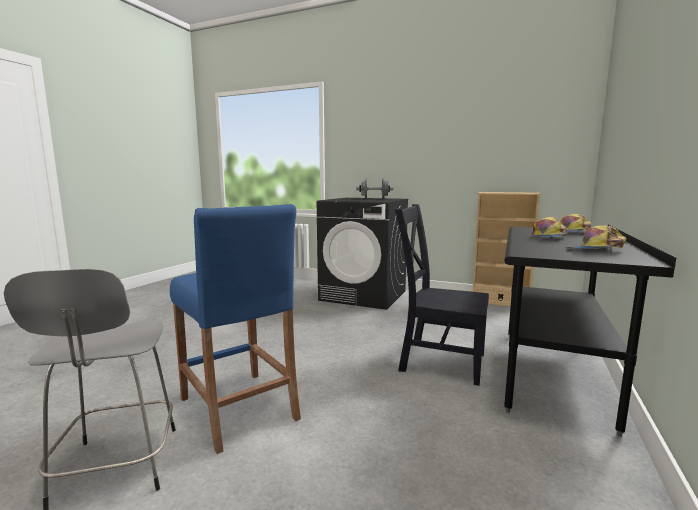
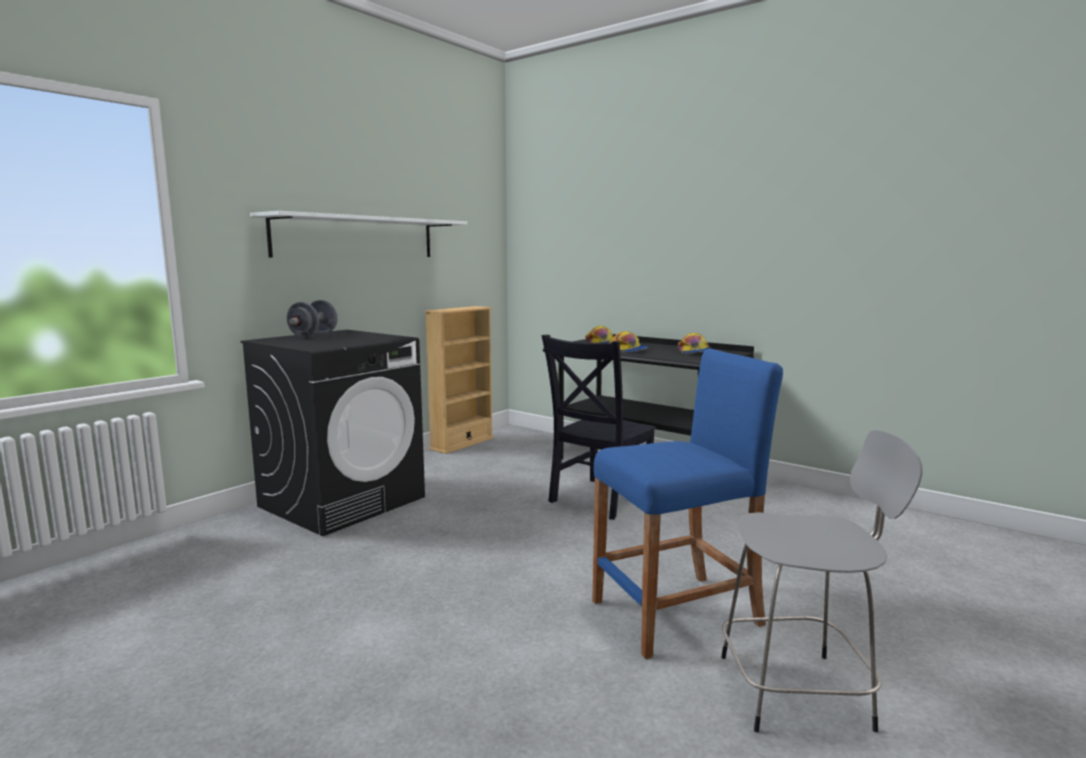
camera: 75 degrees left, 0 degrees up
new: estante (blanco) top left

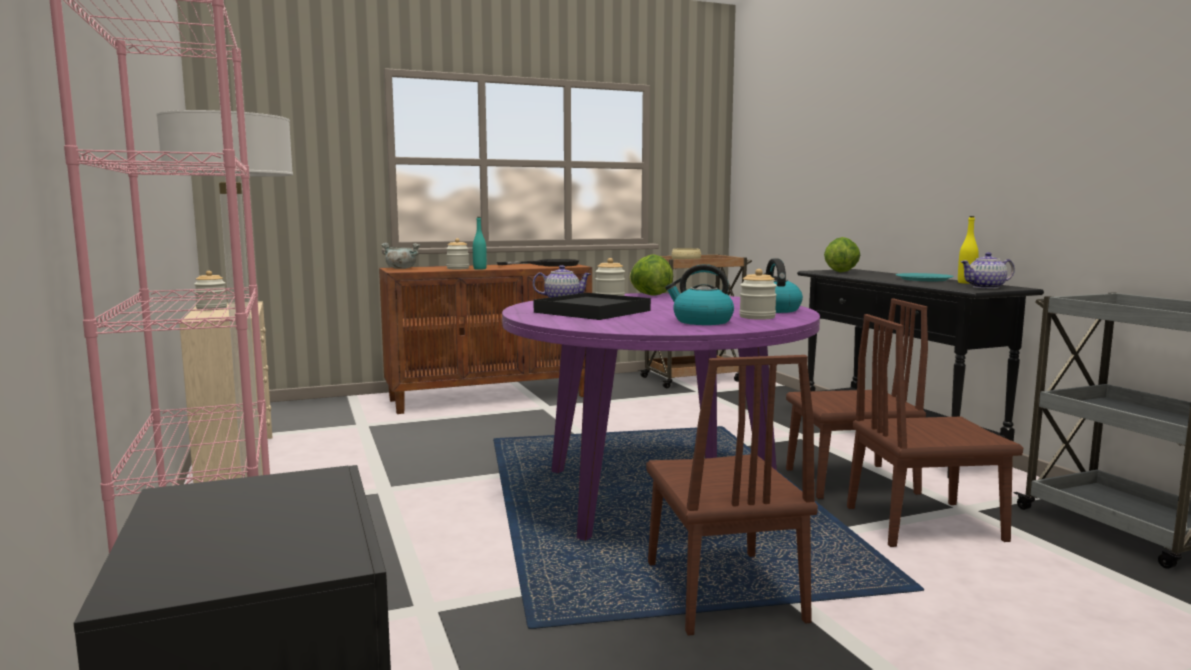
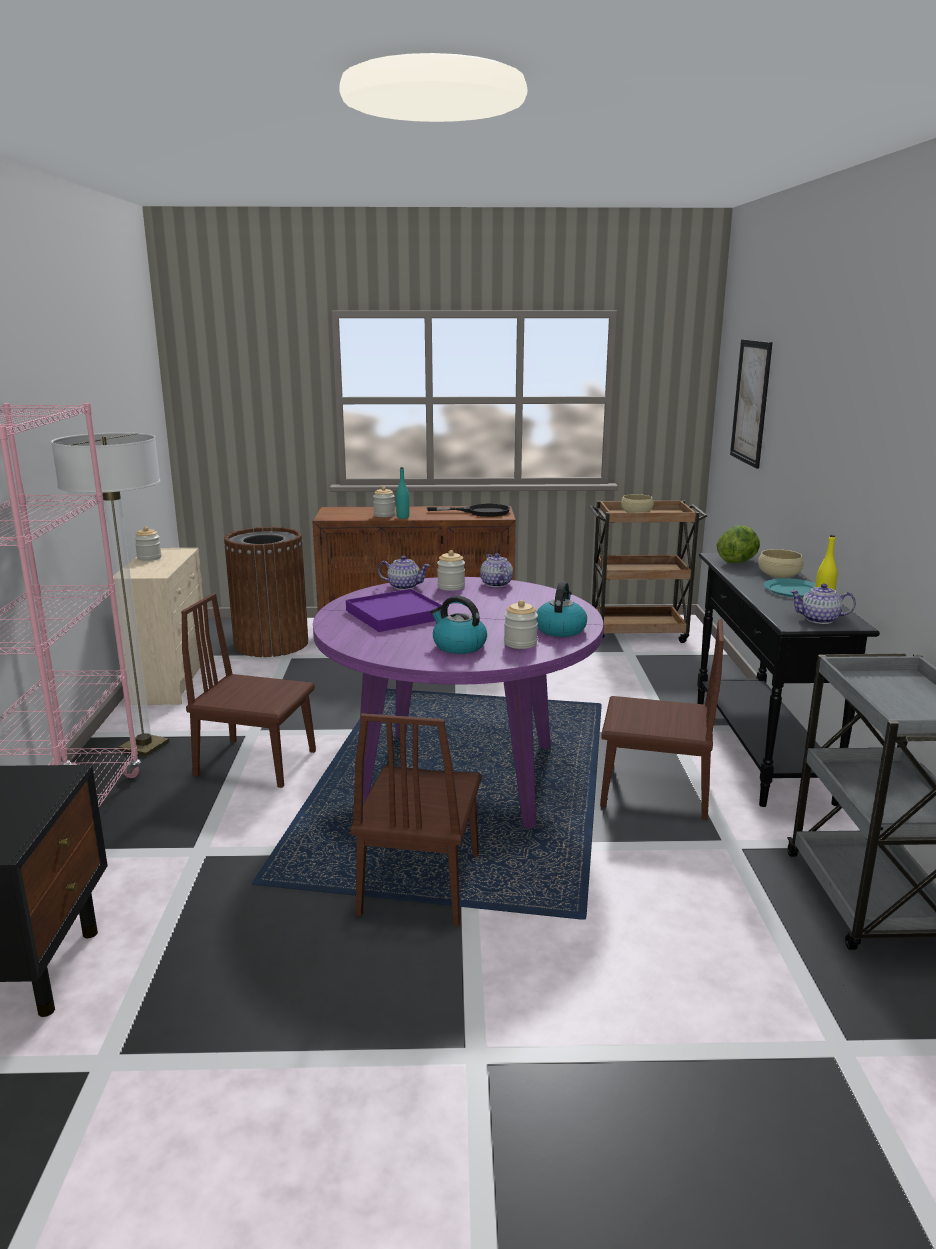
camera: 20 degrees right, 10 degrees up
gone: olla (gris) centre
new: papelera (marrón) middle left; cuadro top right; cuenco (beis) (no. 2 from left) middle right
shifted: silla (marrón) (no. 3 from left in the first image) middle right to silla (marrón) (no. 1 from left) middle left
swapped: lechuga (no. 1 from left) centre to tetera (no. 2 from left) centre
repainted: bandeja (negro) centre to bandeja (morado) centre

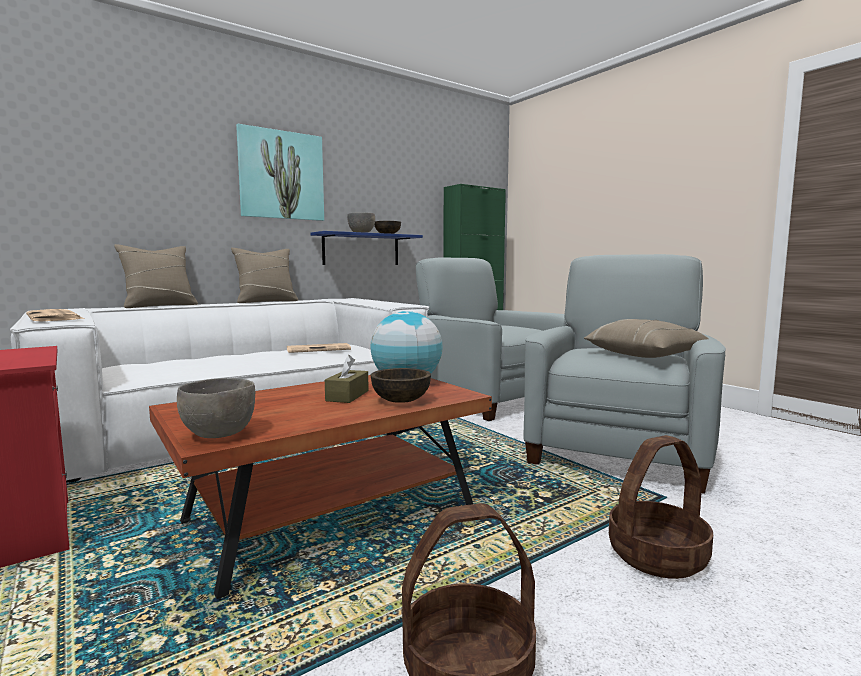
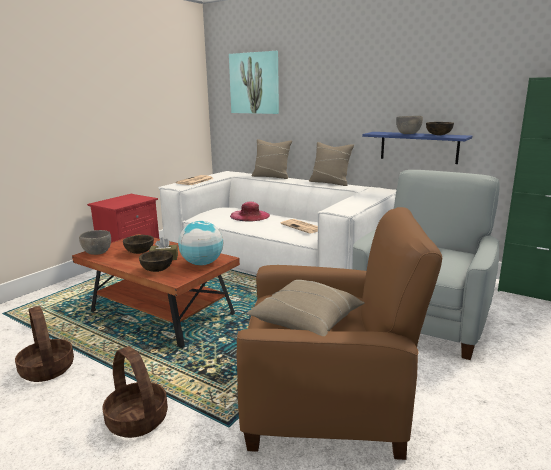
camera: 70 degrees right, 10 degrees up
new: cuenco (marrón) (no. 1 from left) middle left; sombrero (rosa) centre
shifted: cuadro top left to top centre
repainted: sillón (gris) (no. 2 from left) middle right to sillón (marrón) bottom centre

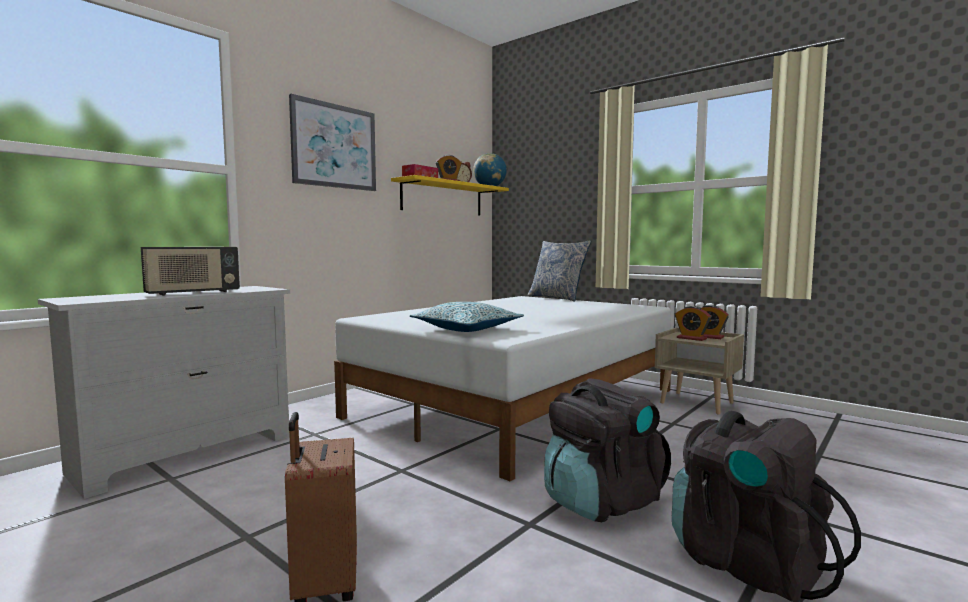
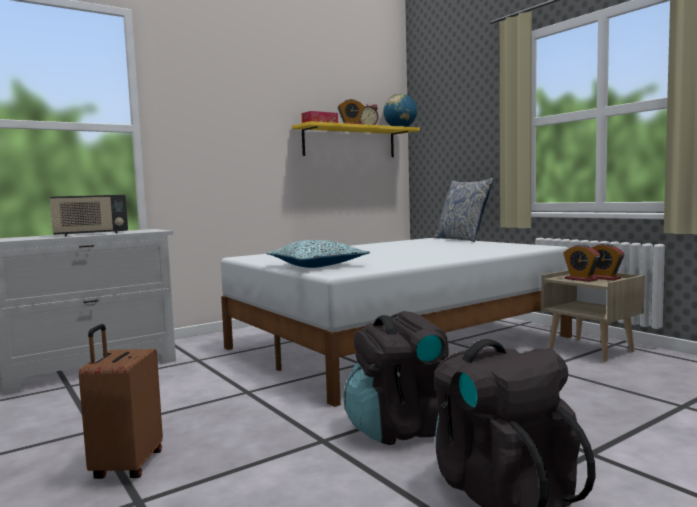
camera: 15 degrees right, 0 degrees up
gone: cuadro top centre

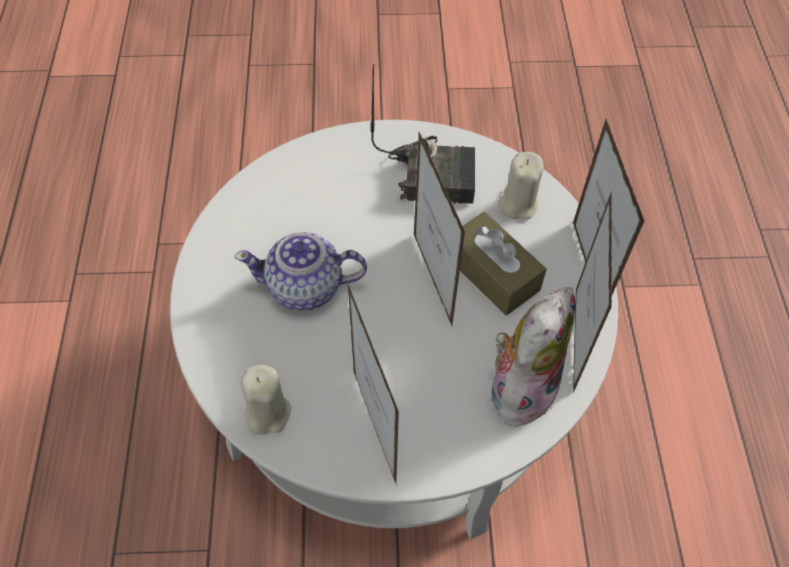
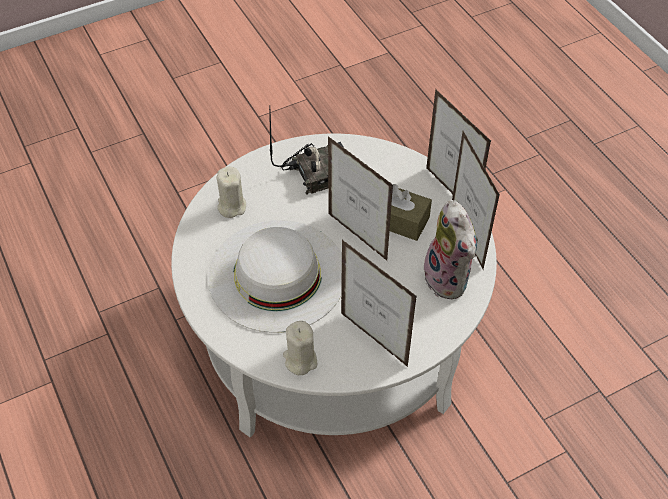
camera: 25 degrees left, 5 degrees down
shifted: vela (beis) (no. 2 from left in the first image) top centre to vela (beis) (no. 1 from left) centre
swapped: tetera centre to sombrero (blanco) centre
rotated: peluche middle right = middle right 150 degrees clockwise

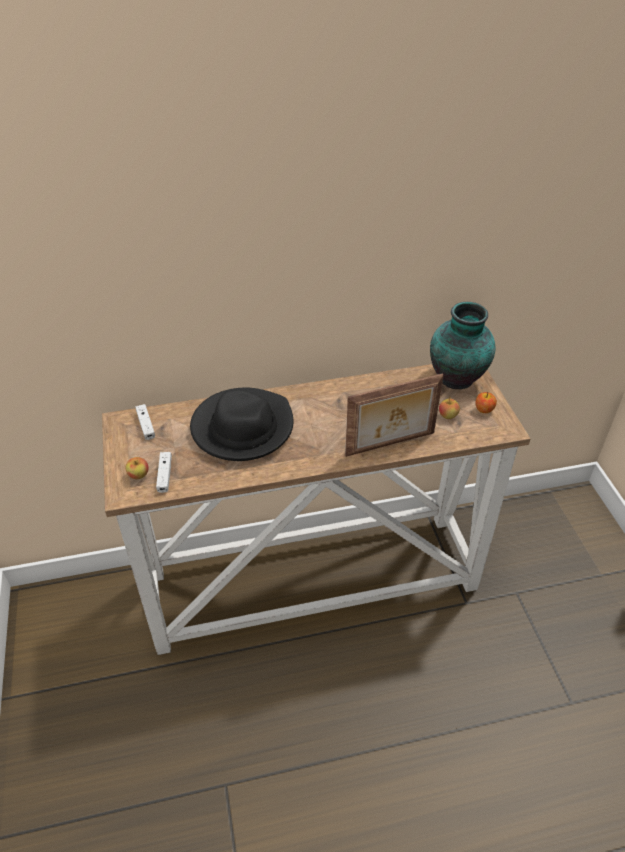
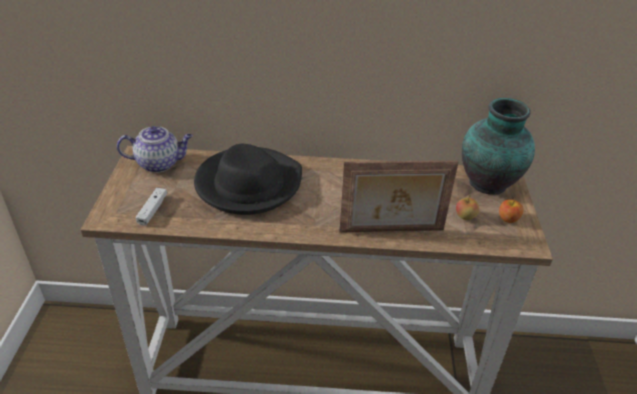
camera: 15 degrees right, 5 degrees down
gone: manzana (no. 1 from left) middle left
swapped: mando de consola (blanco) (no. 1 from left) middle left to tetera middle left

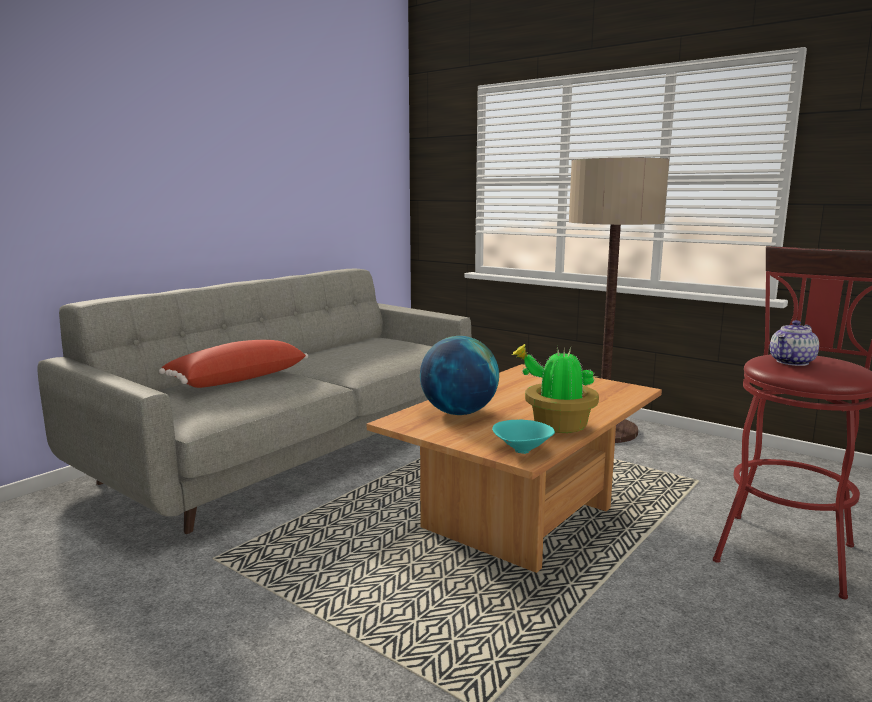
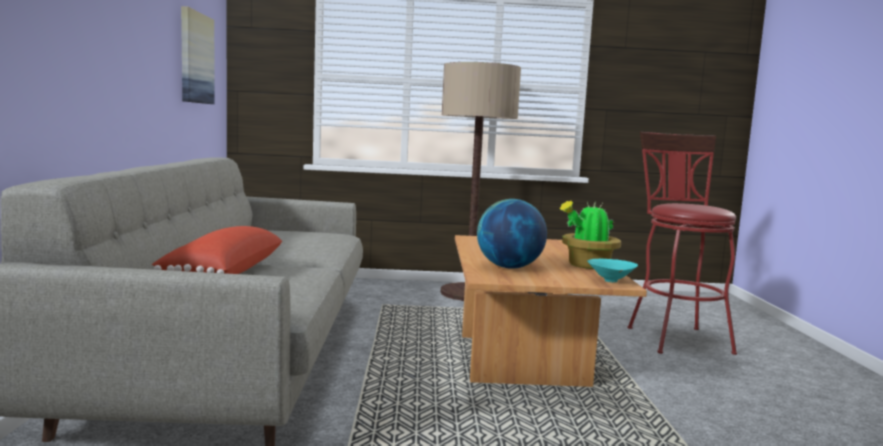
camera: 40 degrees left, 5 degrees down
gone: tetera middle right
new: cuadro top left

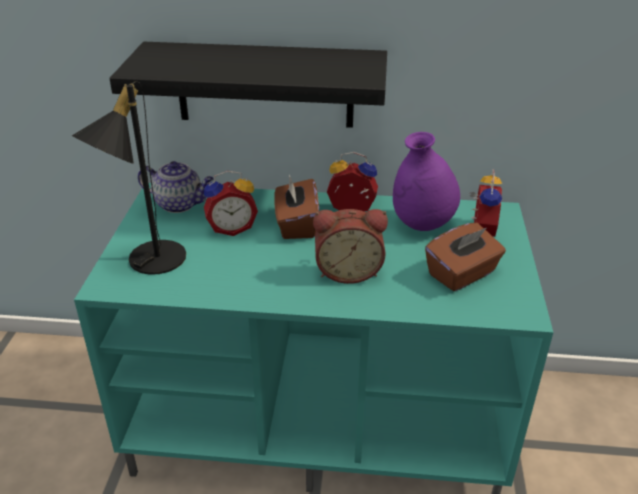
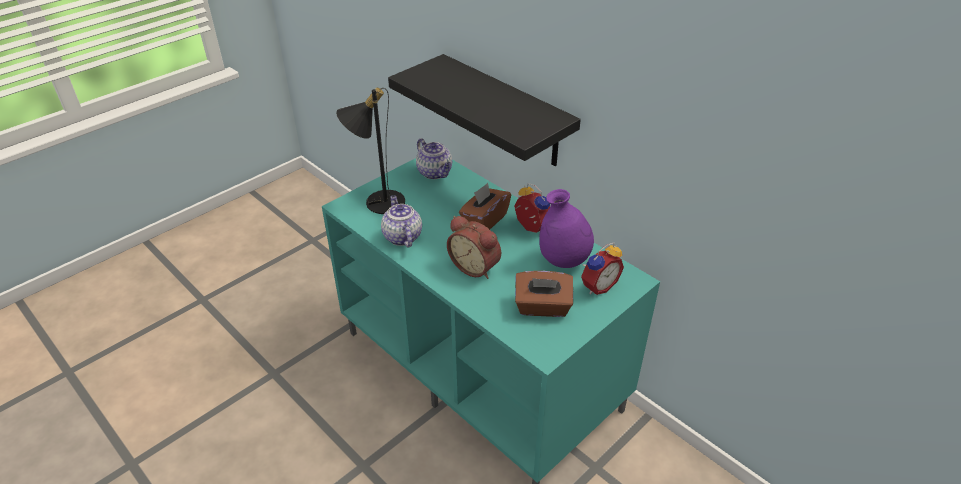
camera: 40 degrees right, 5 degrees up
gone: despertador (no. 1 from left) centre
new: tetera (no. 1 from left) centre

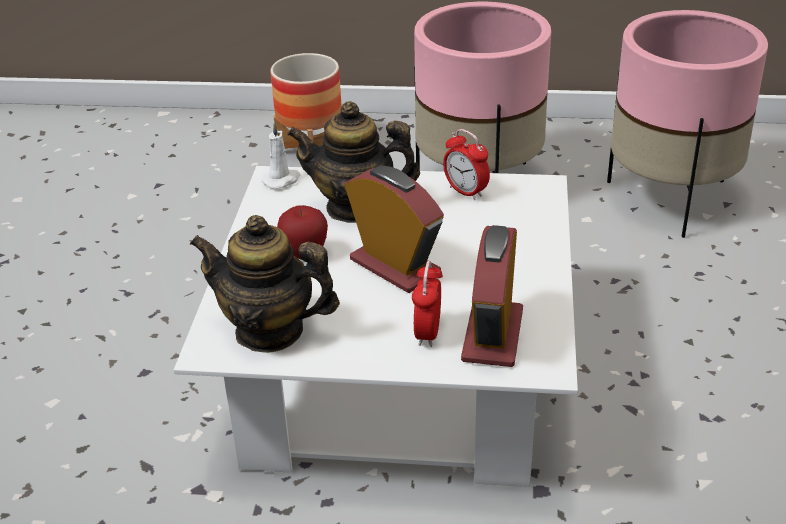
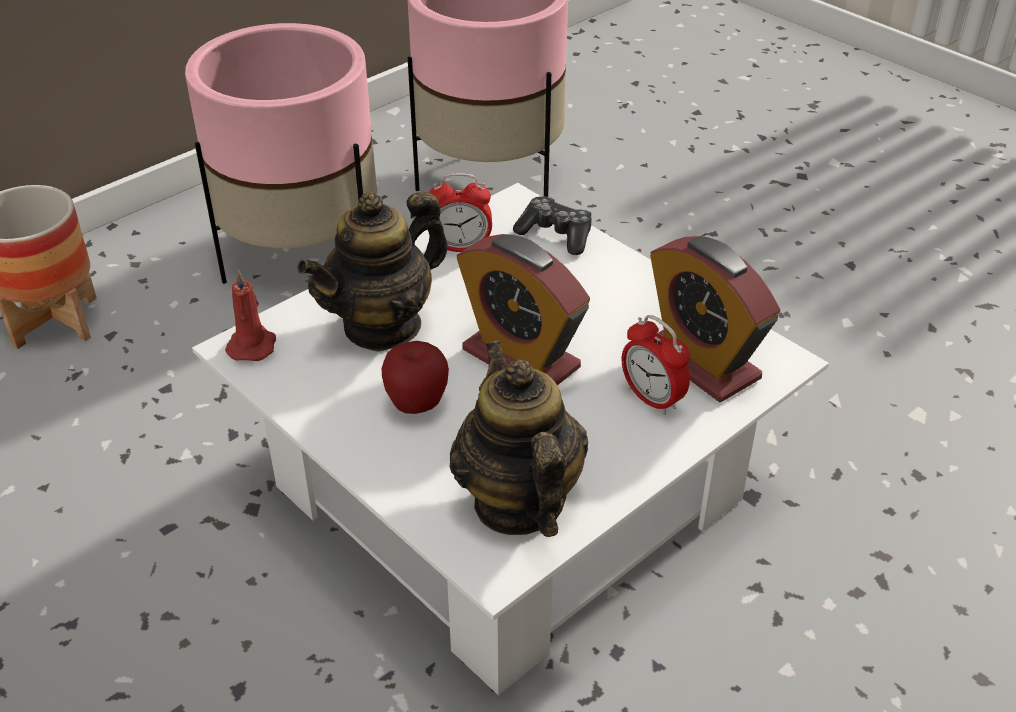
camera: 50 degrees left, 5 degrees up
new: mando de consola top centre
repainted: vela (blanco) top centre to vela (rojo) middle left
rotated: tetera (no. 1 from left in the first image) centre = centre 105 degrees clockwise; despertador (no. 1 from left in the first image) centre = centre 135 degrees counterclockwise

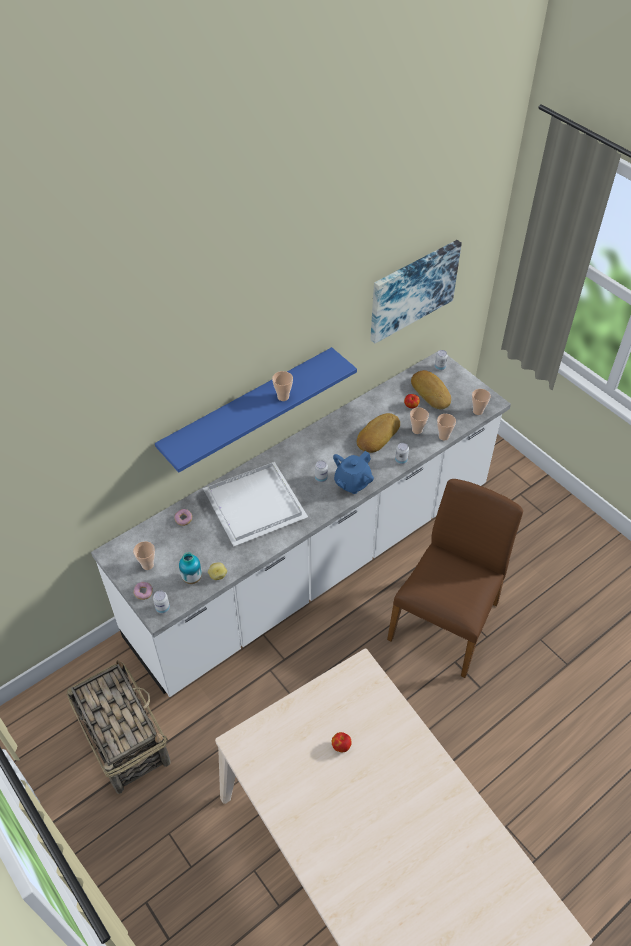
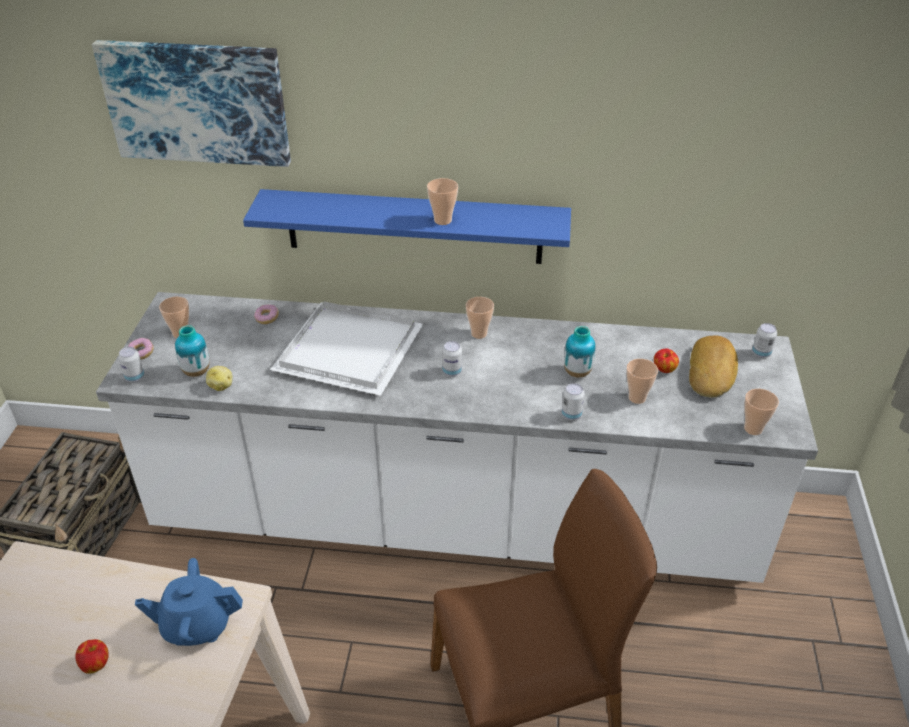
camera: 45 degrees right, 10 degrees down
shifted: tetera (azul) centre to bottom left; cuadro top centre to top left; taza (no. 4 from left in the first image) middle right to taza (no. 3 from left) centre
swapped: pan (no. 1 from left) centre to florero (no. 2 from left) centre

